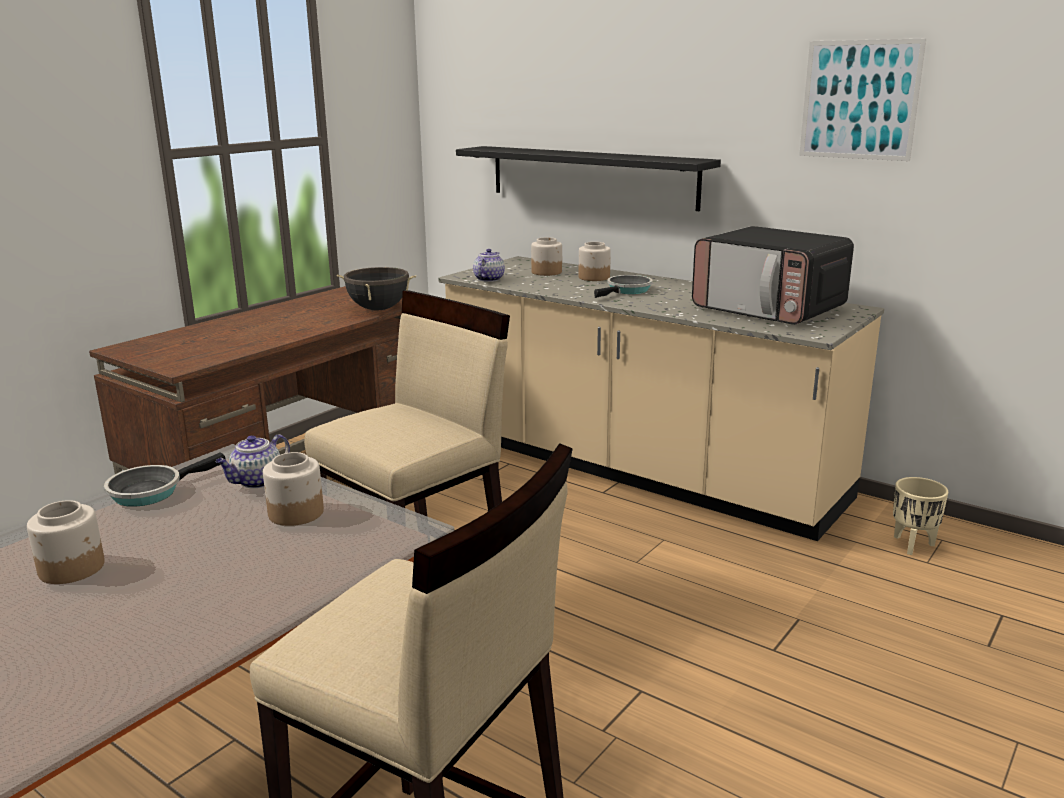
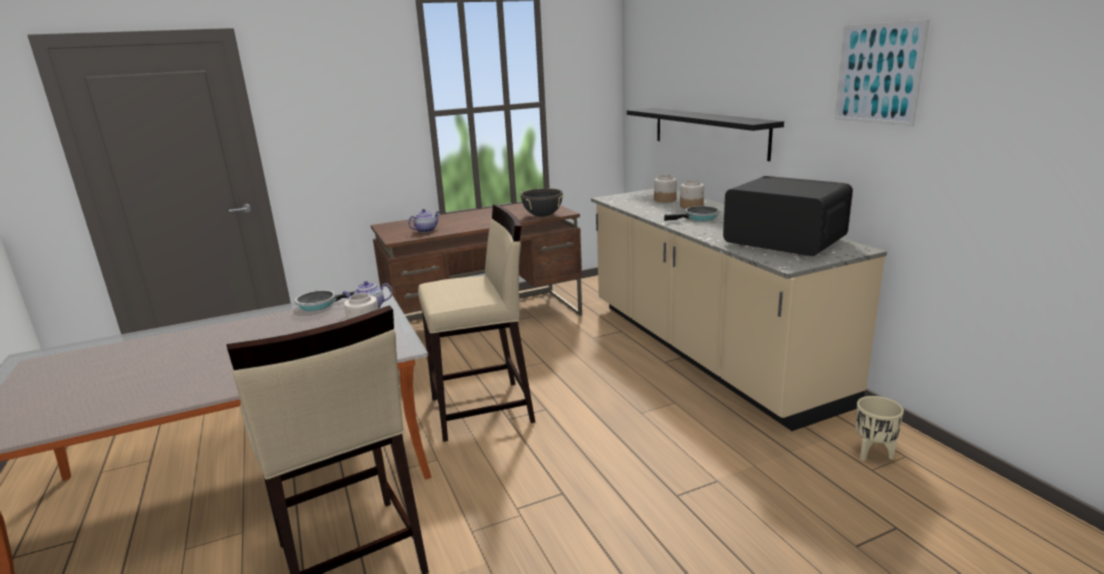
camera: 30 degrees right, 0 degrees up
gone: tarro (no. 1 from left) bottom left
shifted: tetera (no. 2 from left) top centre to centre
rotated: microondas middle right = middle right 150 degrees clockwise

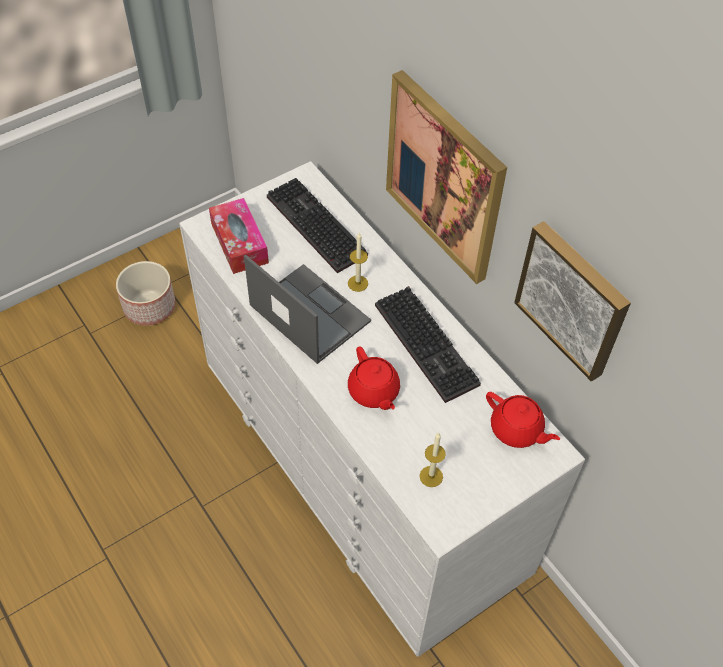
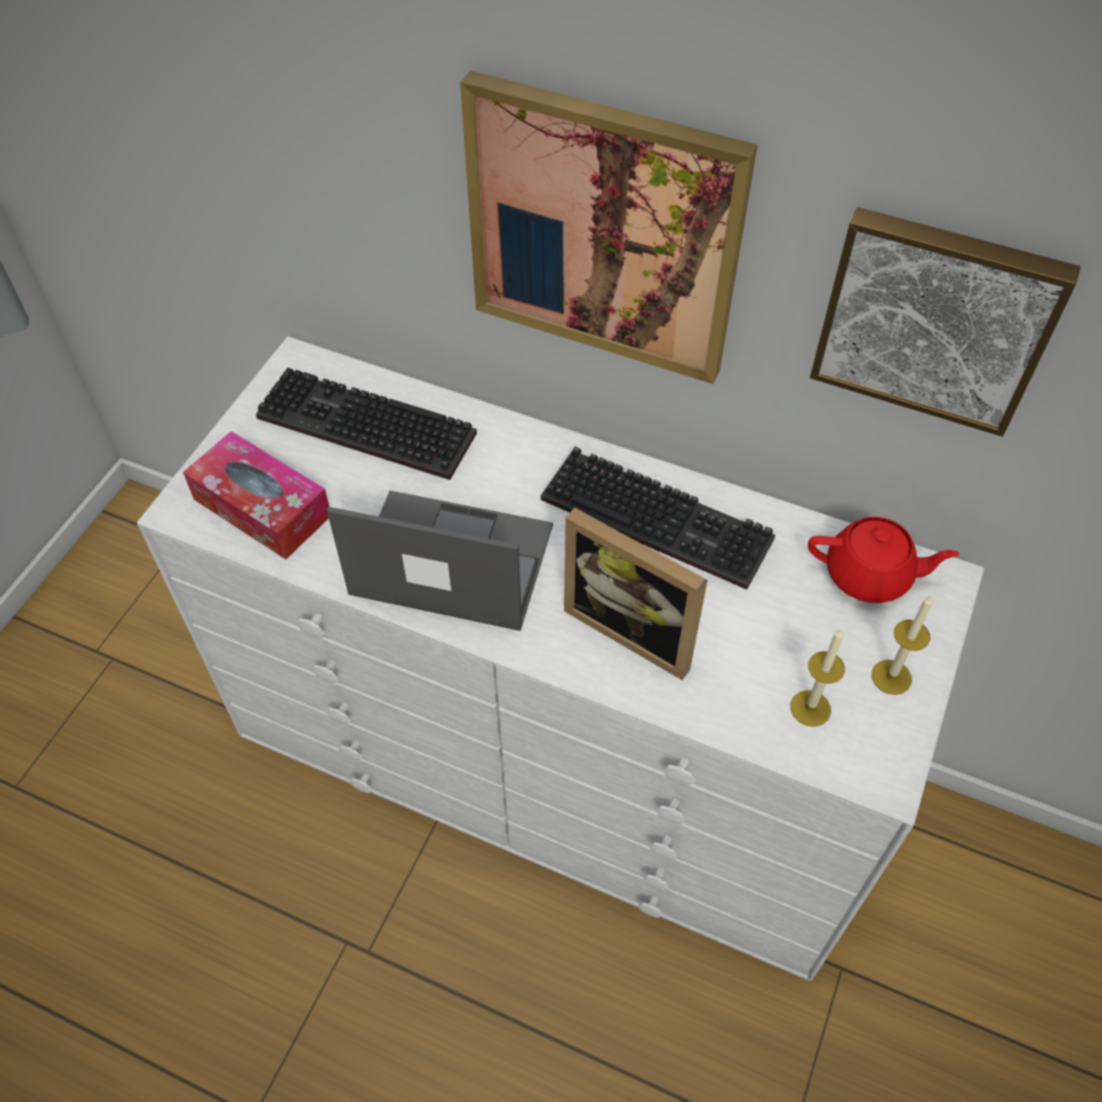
camera: 30 degrees left, 0 degrees up
gone: maceta middle left
shifted: vela (no. 1 from left in the first image) centre to vela (no. 2 from left) middle right
swapped: tetera (rojo) (no. 1 from left) centre to portarretratos centre

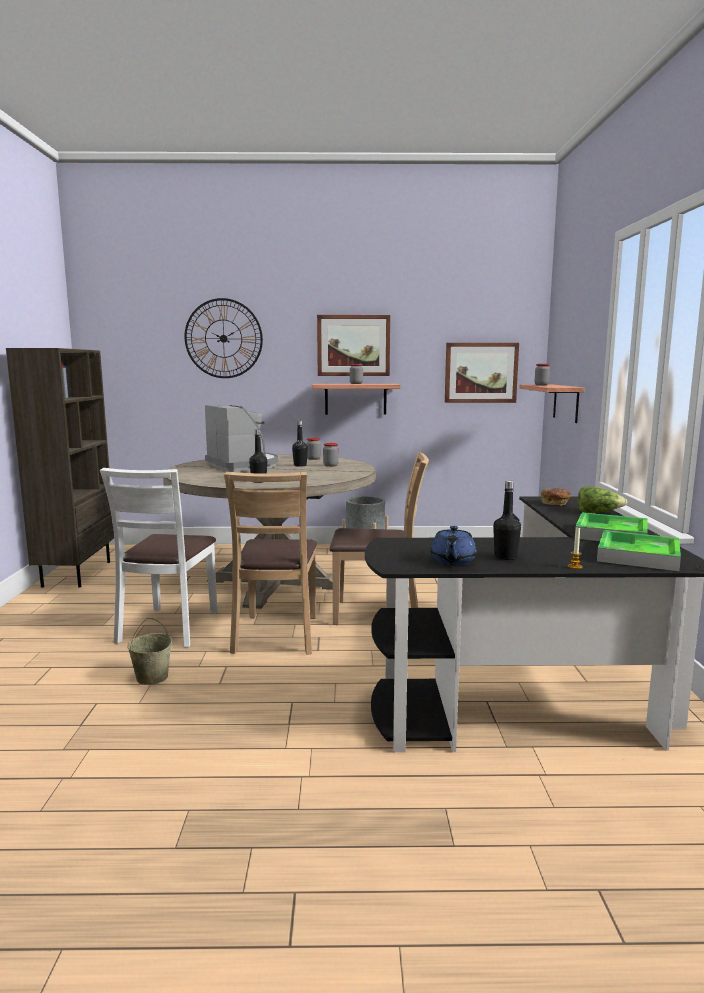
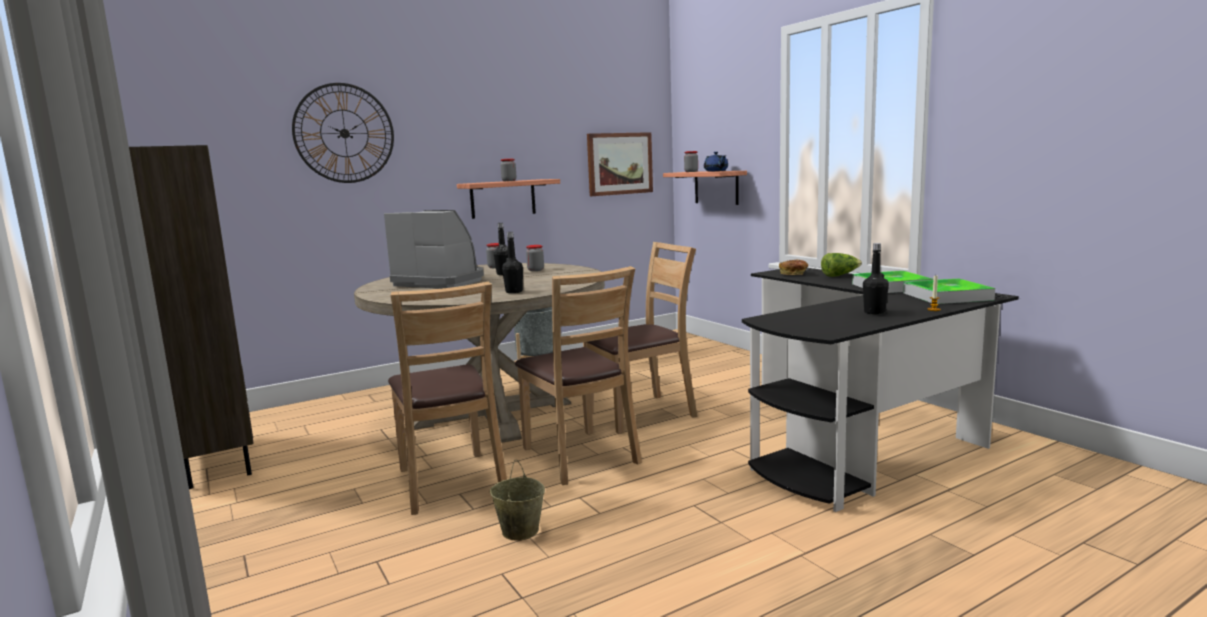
camera: 30 degrees left, 0 degrees up
gone: cuadro (no. 1 from left) centre
shifted: tetera (azul) centre to top centre
repainted: silla (blanco) middle left to silla (marrón) (no. 1 from left) centre

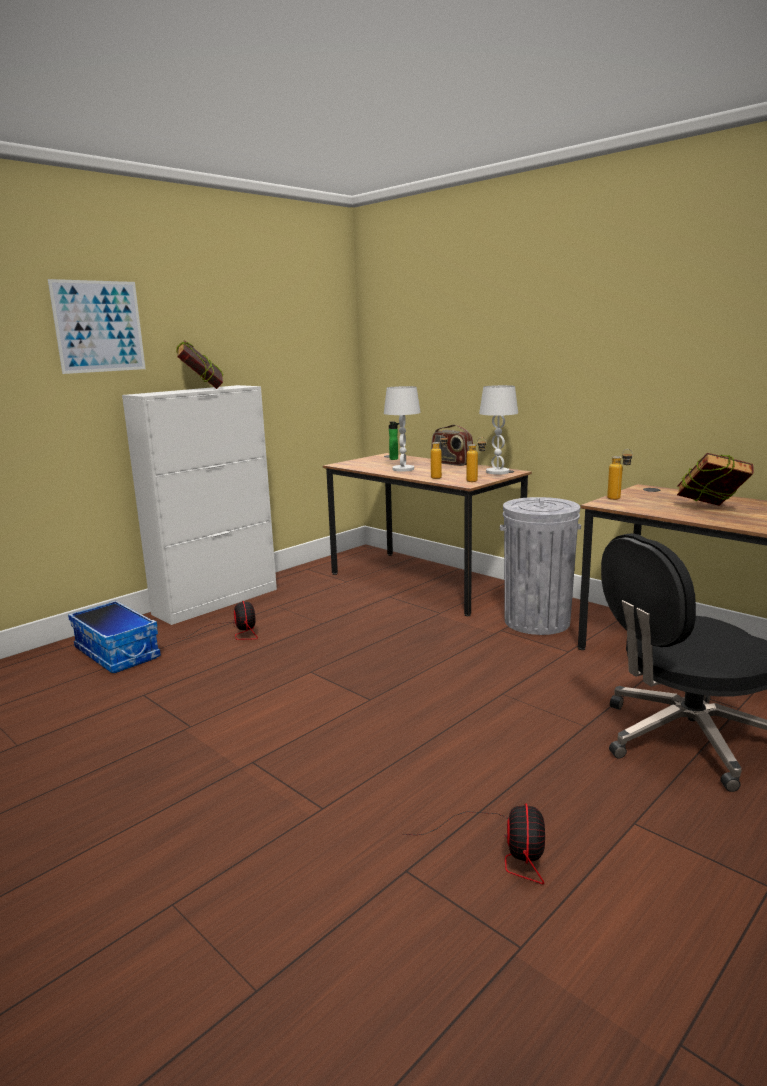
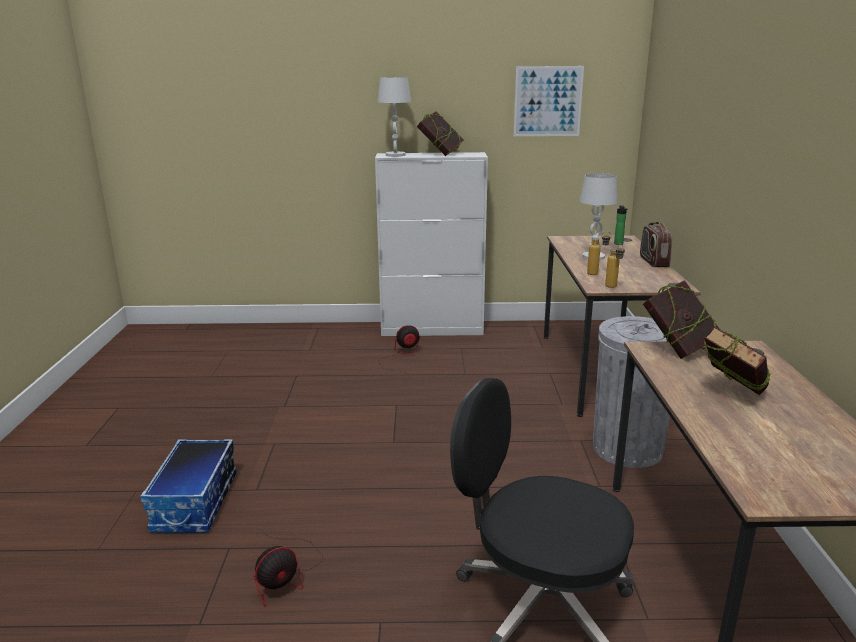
camera: 45 degrees right, 5 degrees up
shifted: cuadro top left to top centre; caja de almacenaje middle left to bottom left; lámpara de mesa (blanco) (no. 2 from left in the first image) centre to lámpara de mesa (blanco) (no. 1 from left) top centre
swapped: botella (no. 4 from left) middle right to libro (no. 2 from left) middle right
rotated: ventilador (no. 1 from left in the first image) middle left = centre 135 degrees counterclockwise

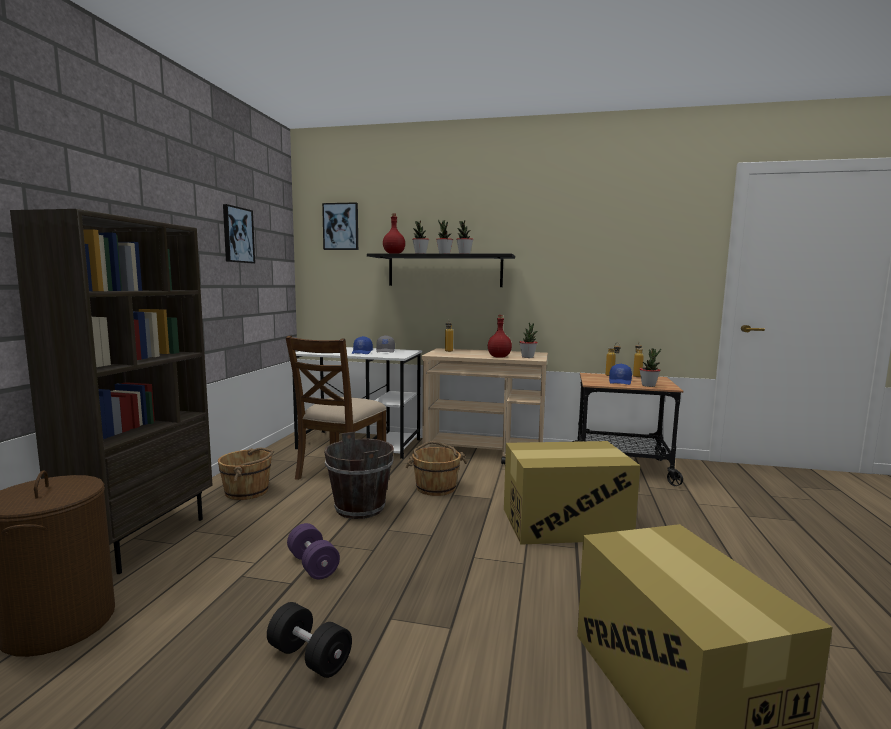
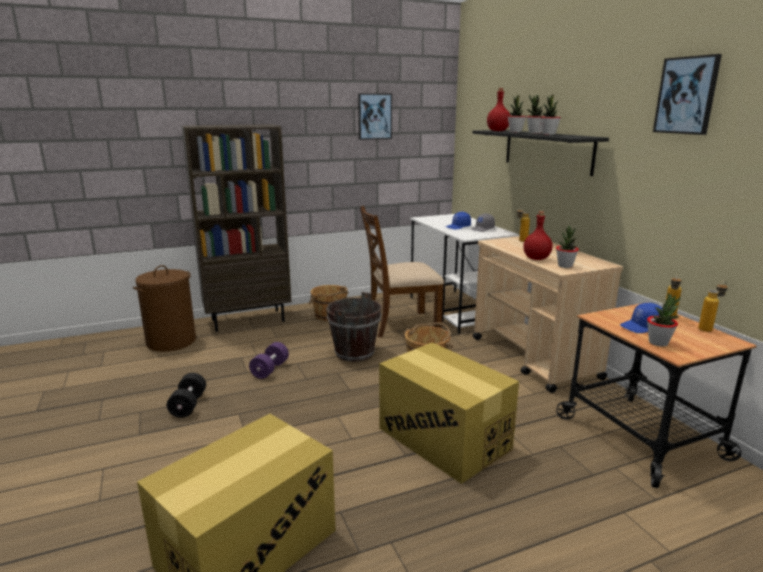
camera: 55 degrees right, 10 degrees up
shifted: cuadro (no. 2 from left) top centre to top right

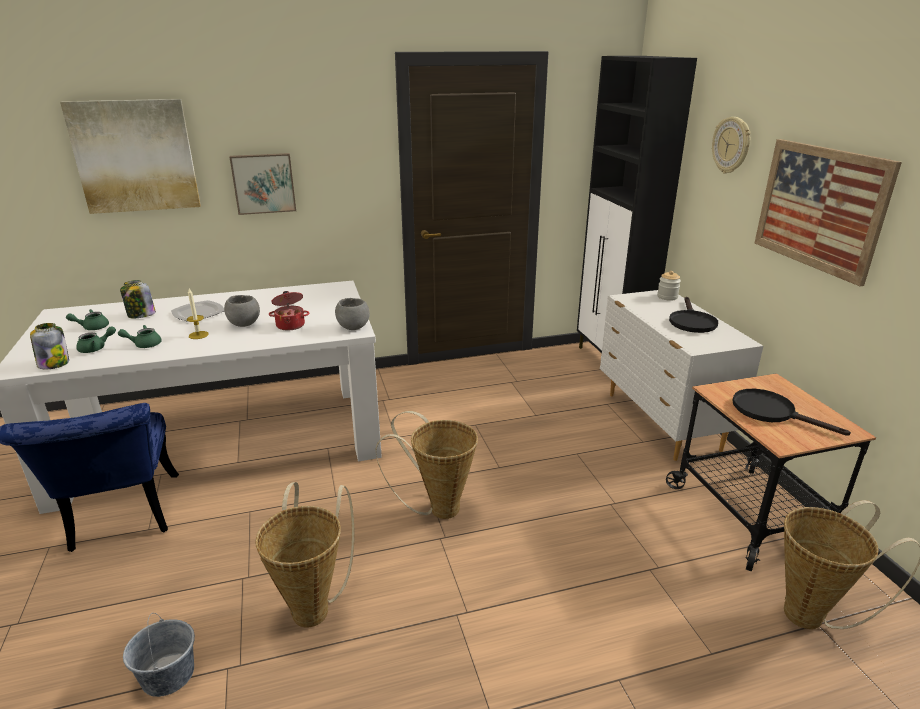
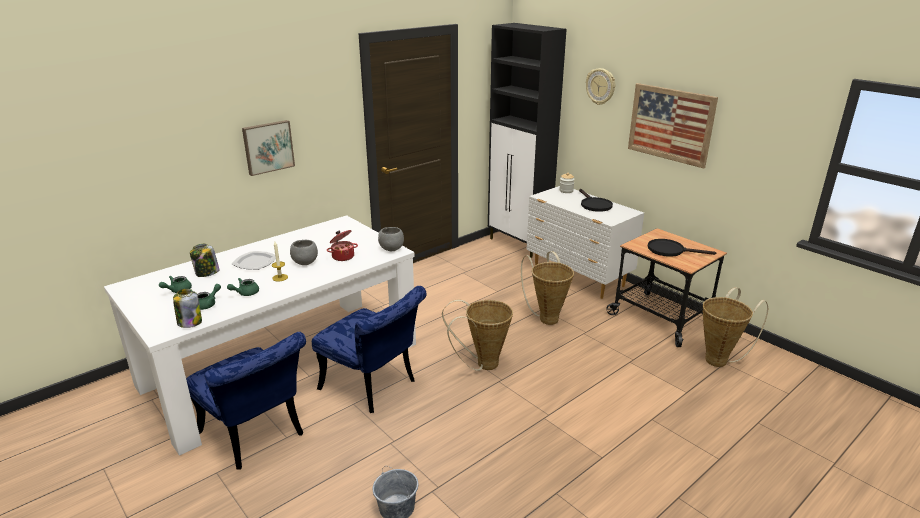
camera: 25 degrees left, 0 degrees up
gone: cuadro (no. 1 from left) top left
new: silla (azul) (no. 2 from left) bottom centre
shifted: cesta (no. 1 from left in the first image) bottom left to cesta (no. 2 from left) centre

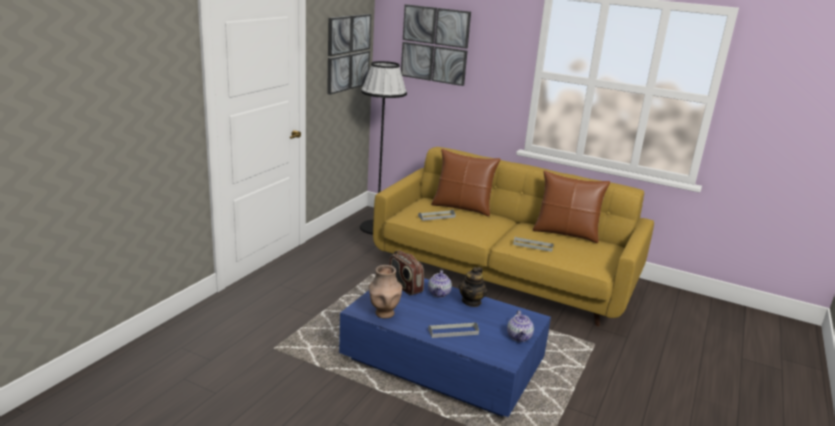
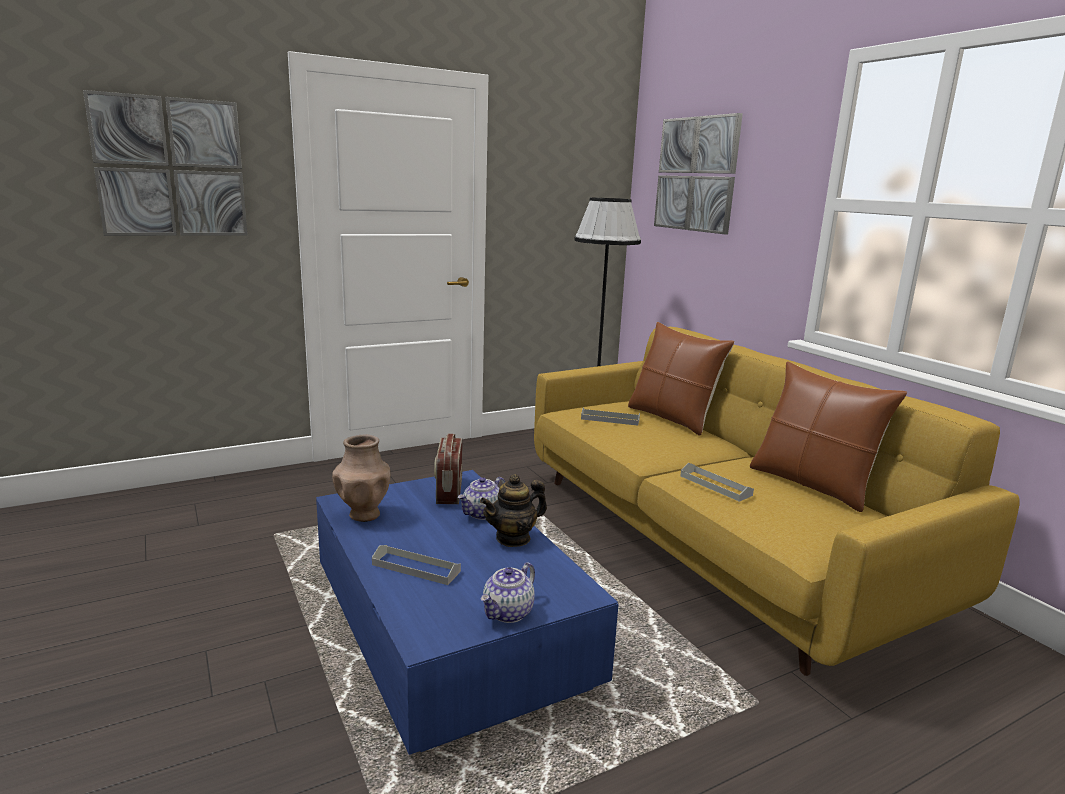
camera: 35 degrees right, 5 degrees down
shifted: cuadro (no. 1 from left) top centre to top left

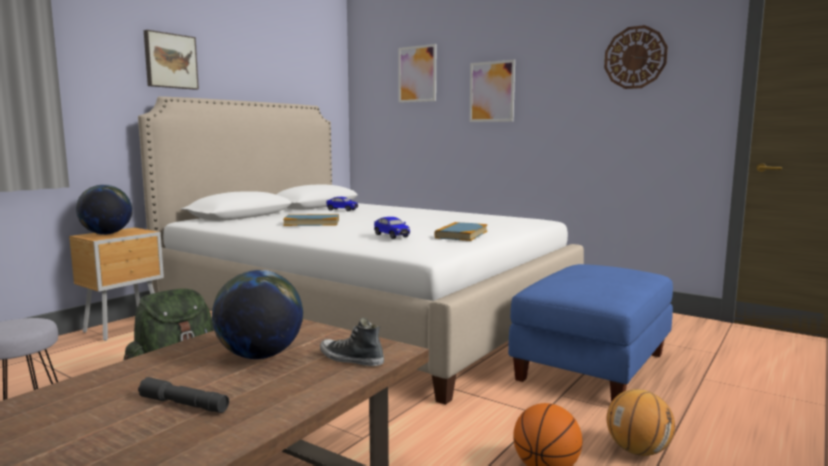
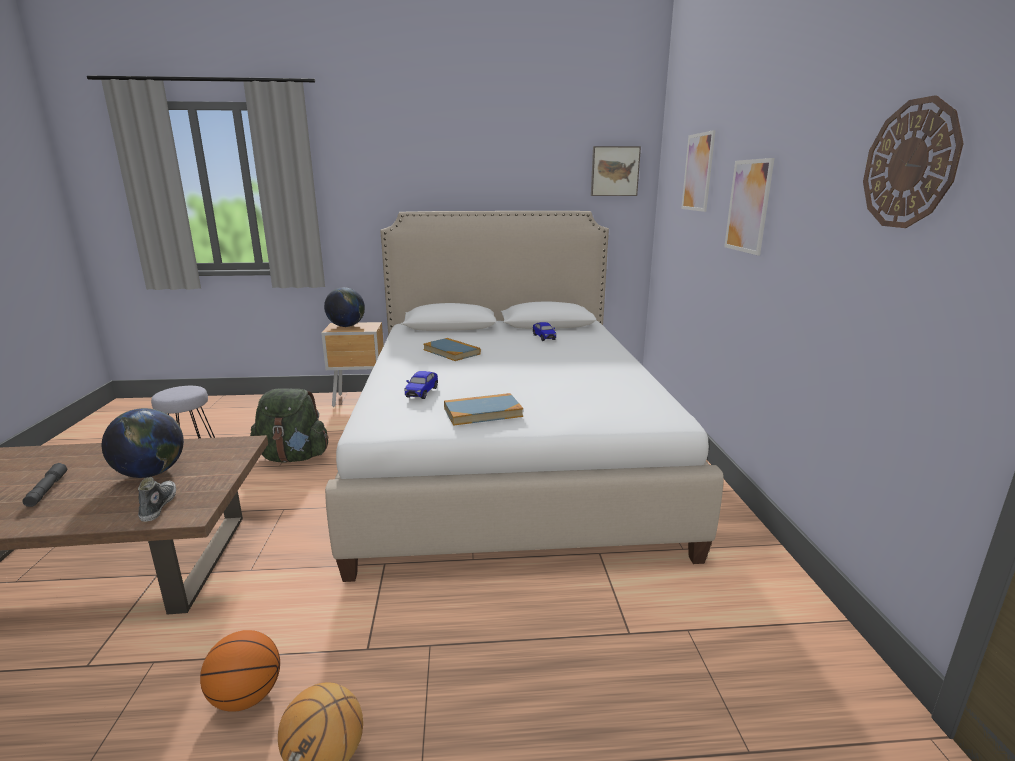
camera: 50 degrees right, 10 degrees up
gone: puf (azul) bottom right
shifted: cuadro (no. 1 from left) top left to top centre

